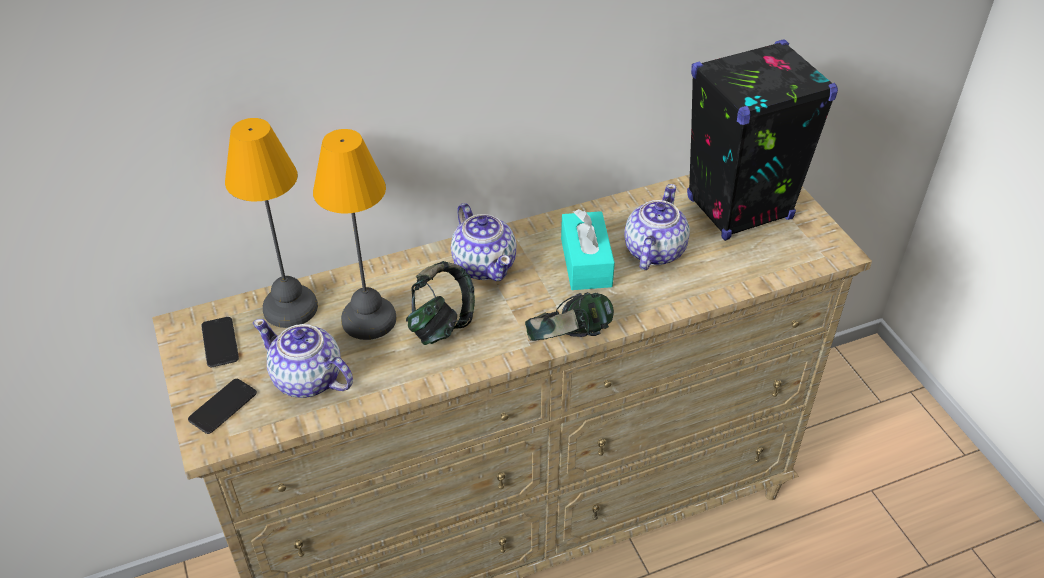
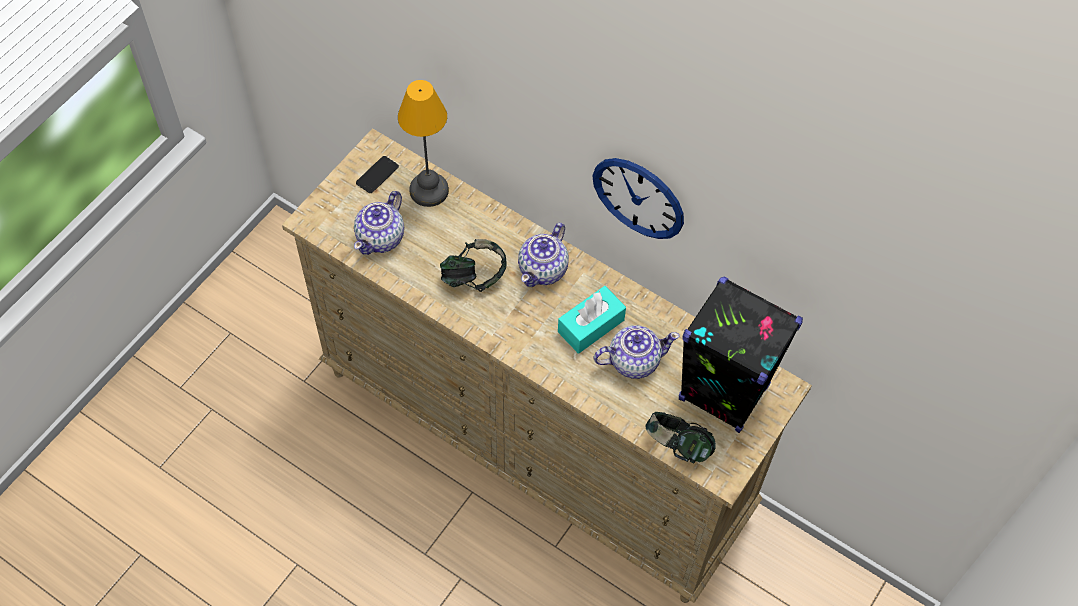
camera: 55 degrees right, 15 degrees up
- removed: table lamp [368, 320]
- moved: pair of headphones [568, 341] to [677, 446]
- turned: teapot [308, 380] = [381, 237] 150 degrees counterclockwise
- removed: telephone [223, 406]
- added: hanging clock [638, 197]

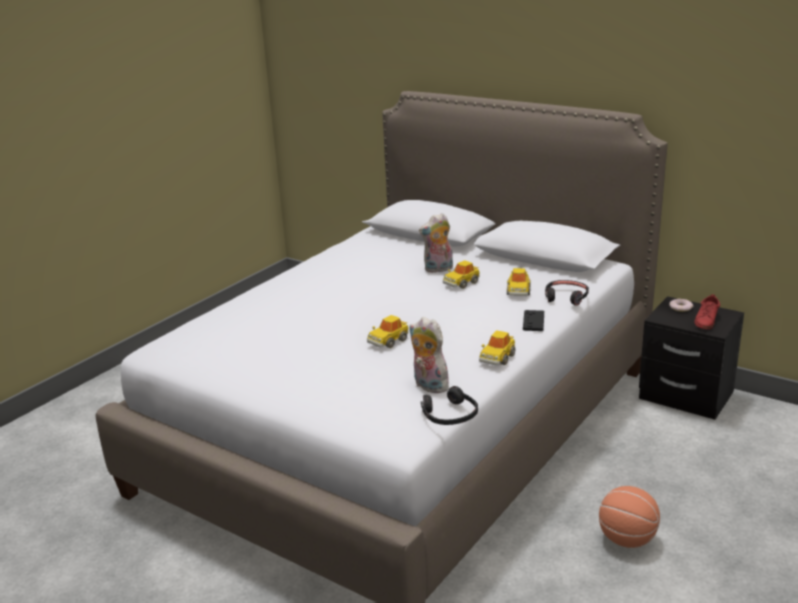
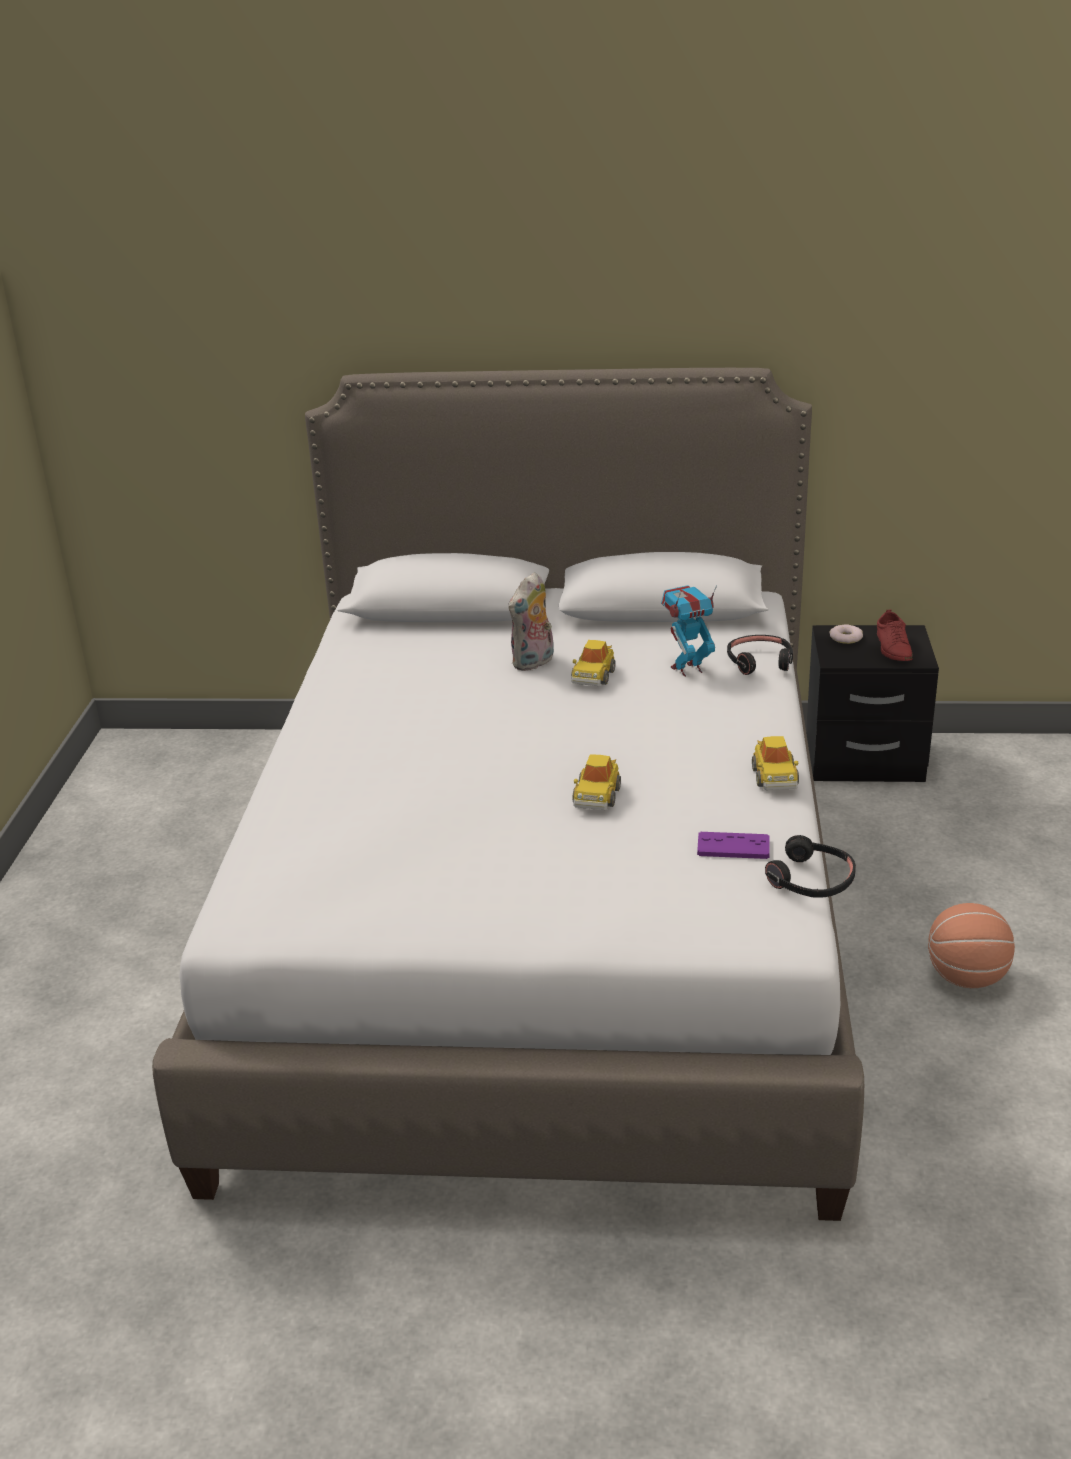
camera: 30 degrees left, 5 degrees up
- replaced: model car [518, 291] to model robot [687, 669]
- removed: black gamepad [533, 321]
- replaced: plush toy [428, 386] to purplish gamepad [733, 847]

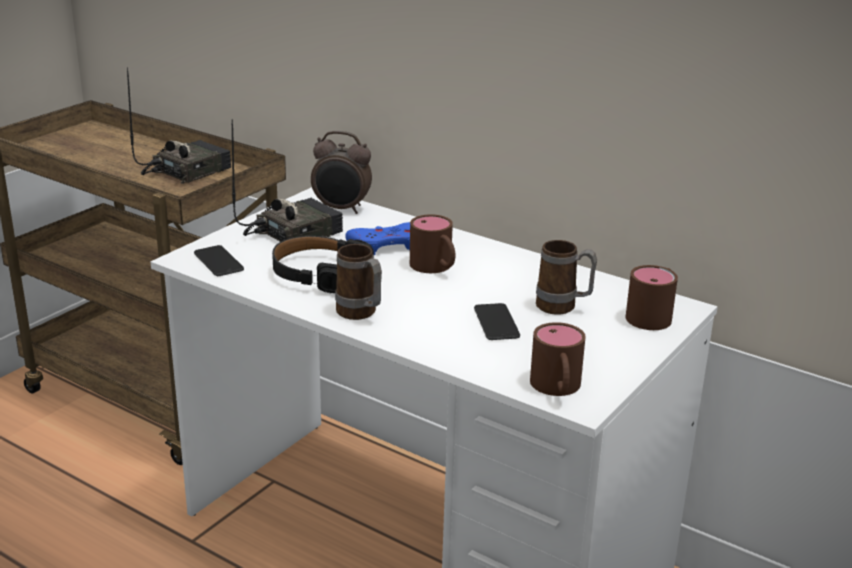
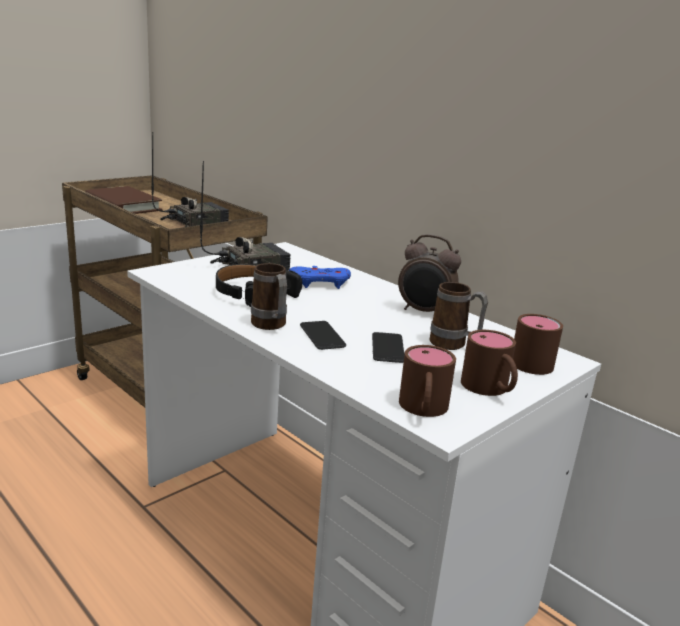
camera: 10 degrees right, 5 degrees down
- moved: bedside clock [341, 209] to [424, 312]
- moved: brownish mug [435, 268] to [490, 389]
- moved: telephone [218, 262] to [322, 336]
- added: brownish book [123, 205]

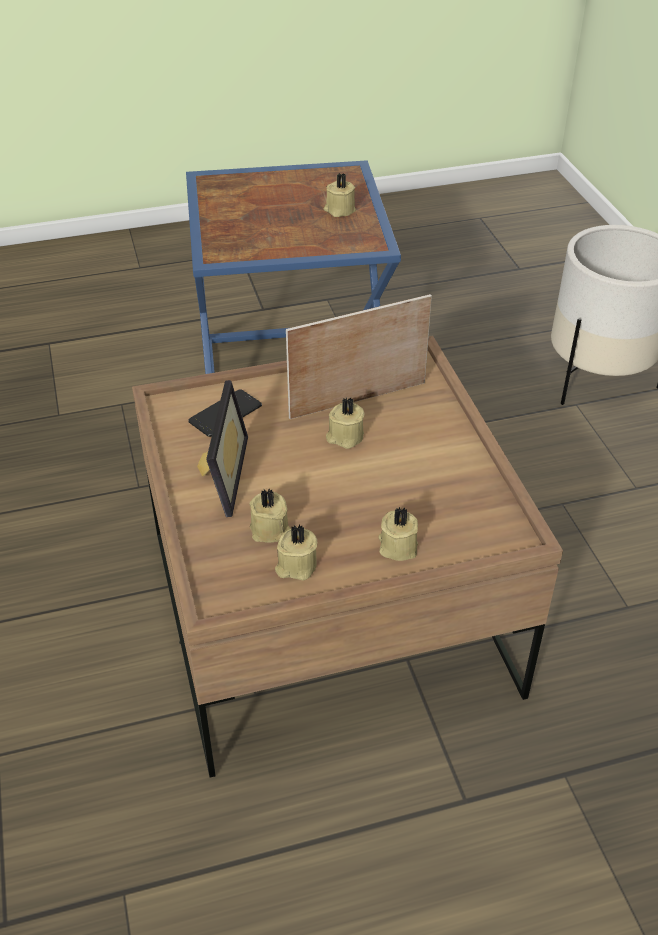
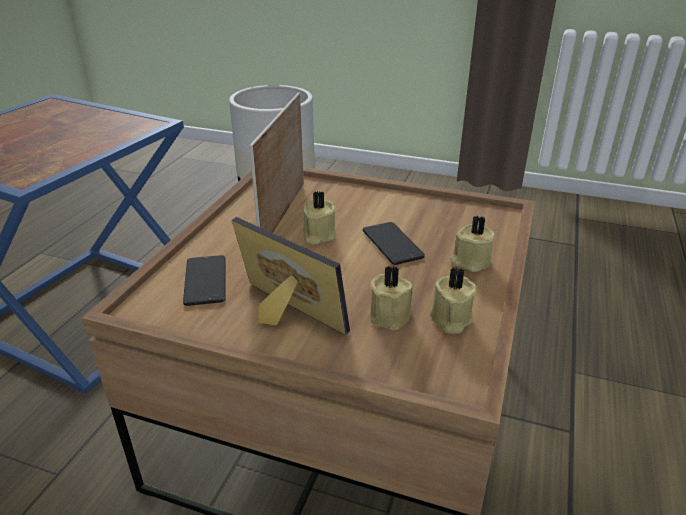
camera: 55 degrees left, 10 degrees down
- removed: beige-coloured candle [339, 210]
- added: telephone [392, 244]

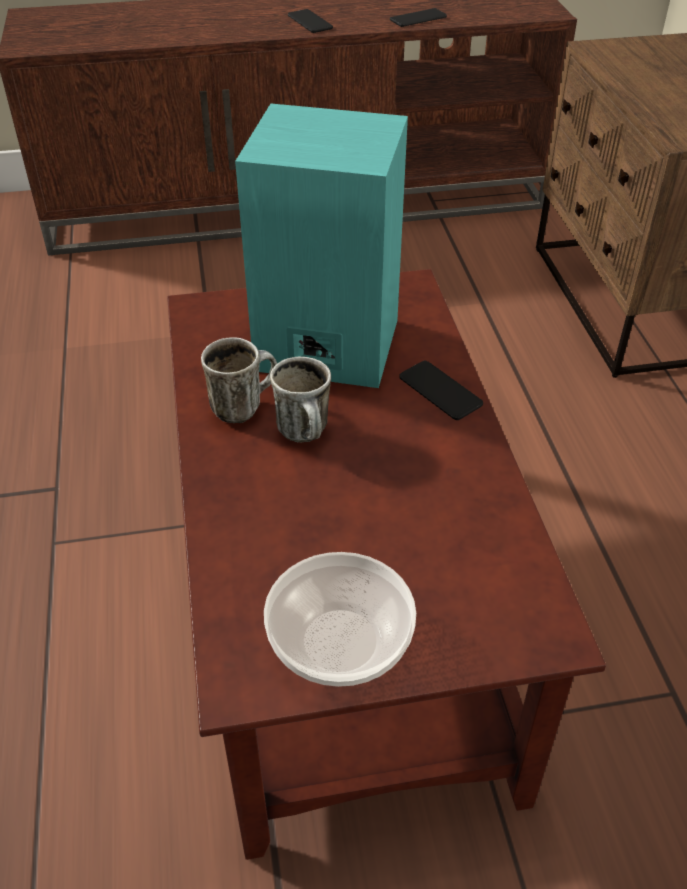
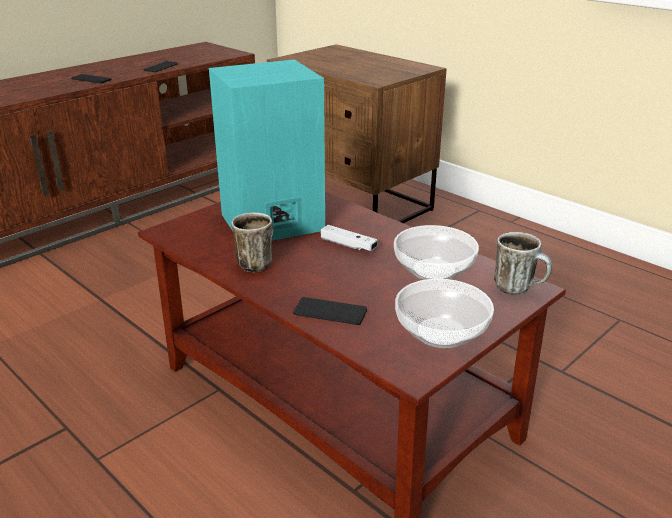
camera: 35 degrees left, 15 degrees down
- moved: mug [307, 435] to [519, 288]
- moved: telephone [440, 391] to [330, 312]
- added: white-coloured gamepad [348, 245]
- added: bowl [433, 269]

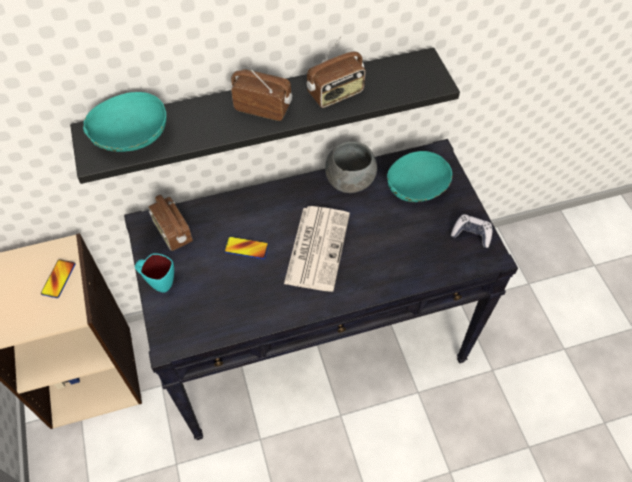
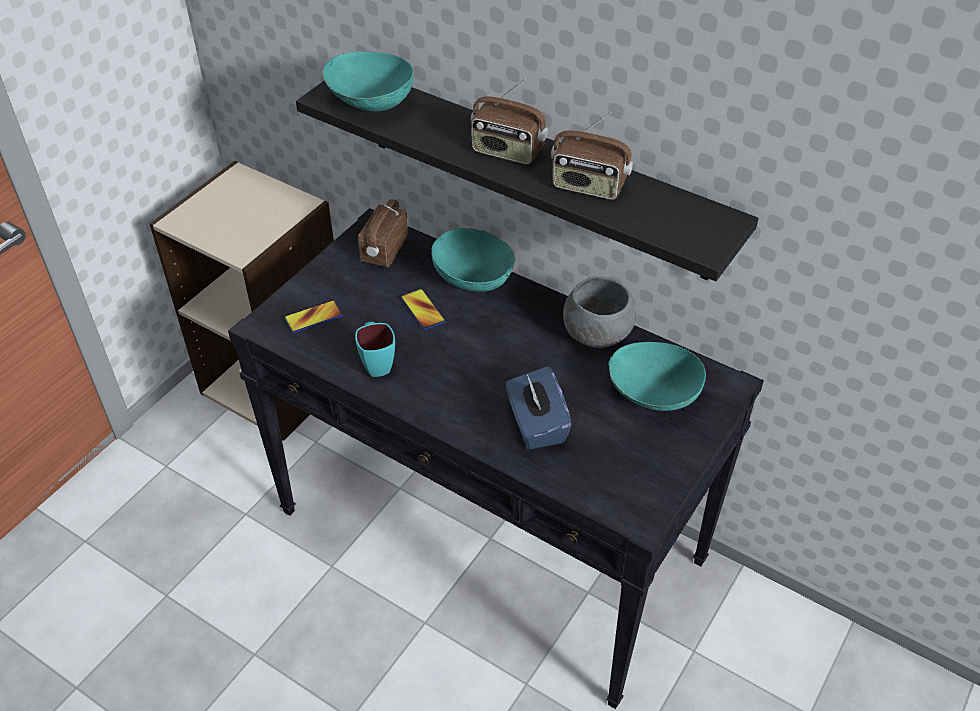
camera: 50 degrees right, 10 degrees down
- turned: radio set [263, 107] = [507, 152] 135 degrees clockwise
- removed: newspaper [317, 247]
- removed: gamepad [471, 234]
- moved: blue-green mug [158, 282] to [376, 363]
- moved: telephone [58, 279] to [314, 317]
- added: blue-green bowl [474, 278]
- added: blue box of tissues [536, 424]

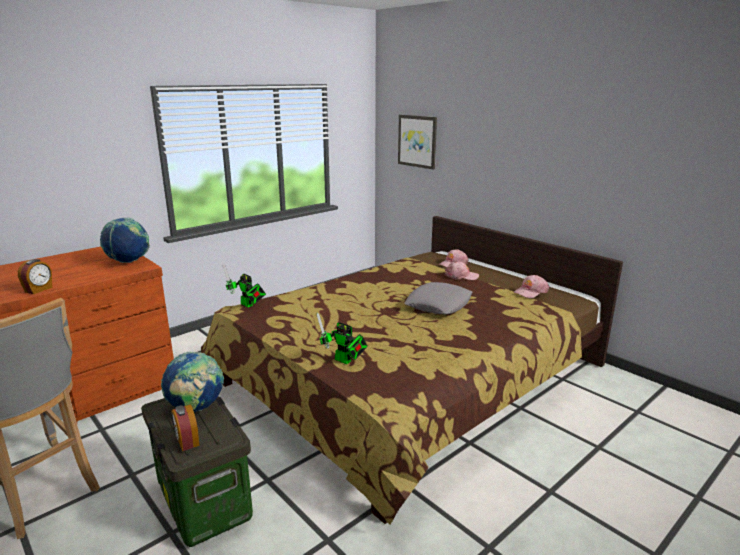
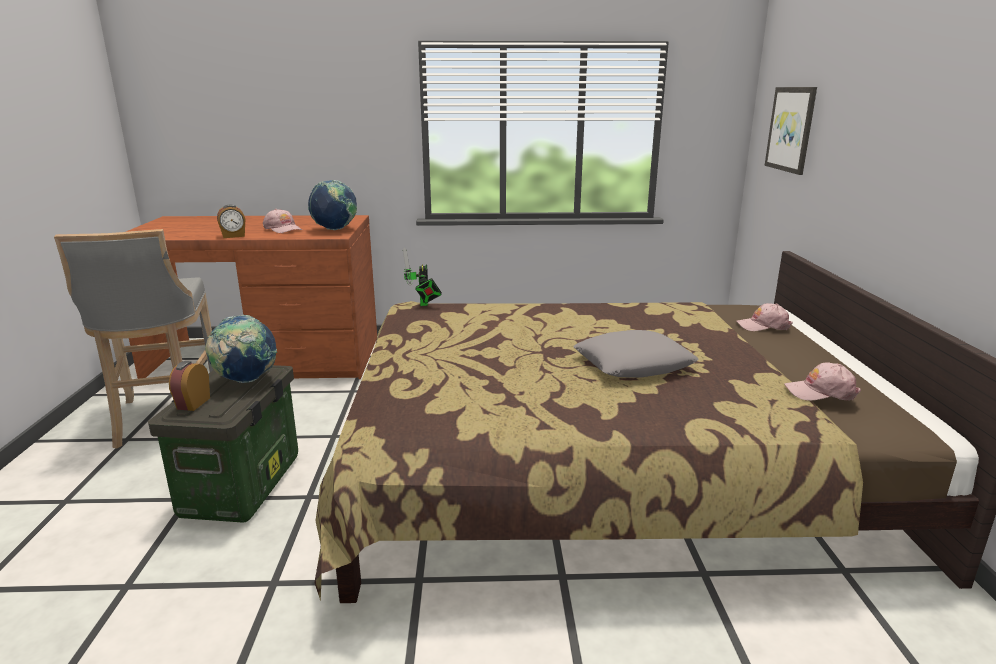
camera: 40 degrees right, 0 degrees up
- moved: pink cap [461, 276] to [283, 229]
- removed: model robot [345, 361]

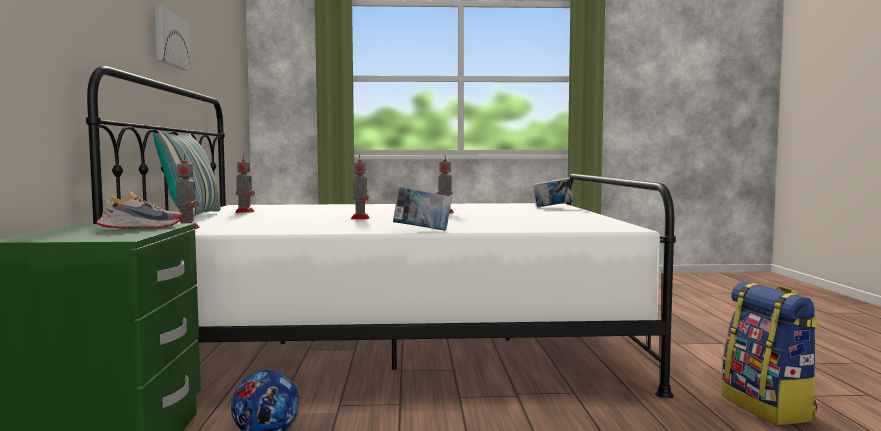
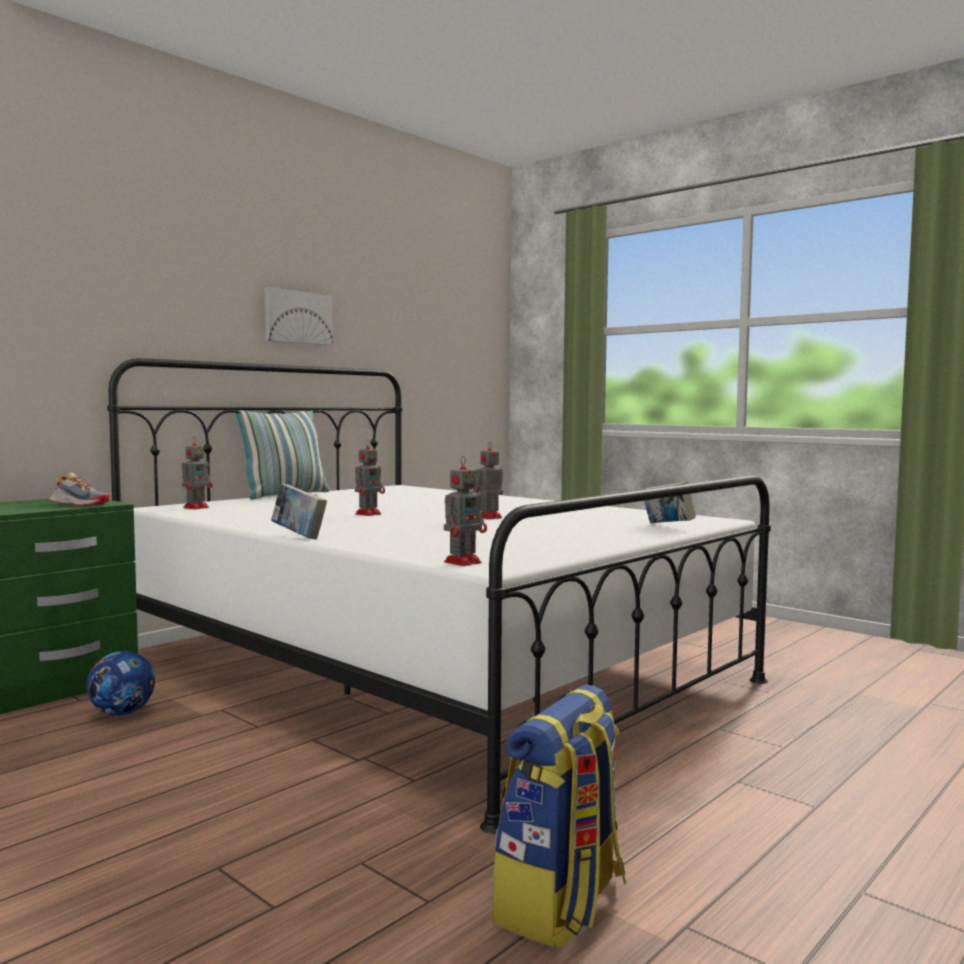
camera: 45 degrees right, 0 degrees up
- moved: model robot [245, 211] to [464, 562]

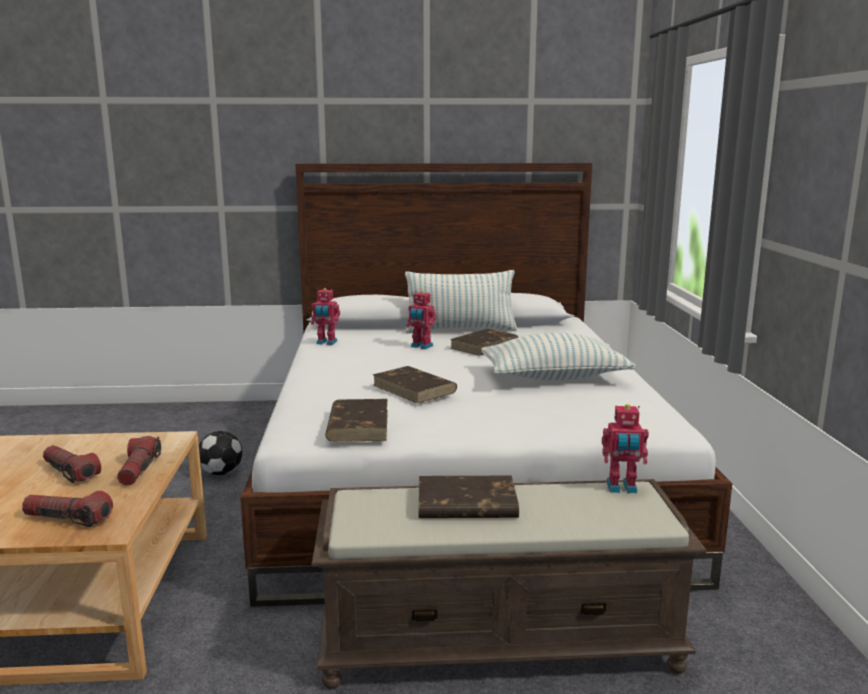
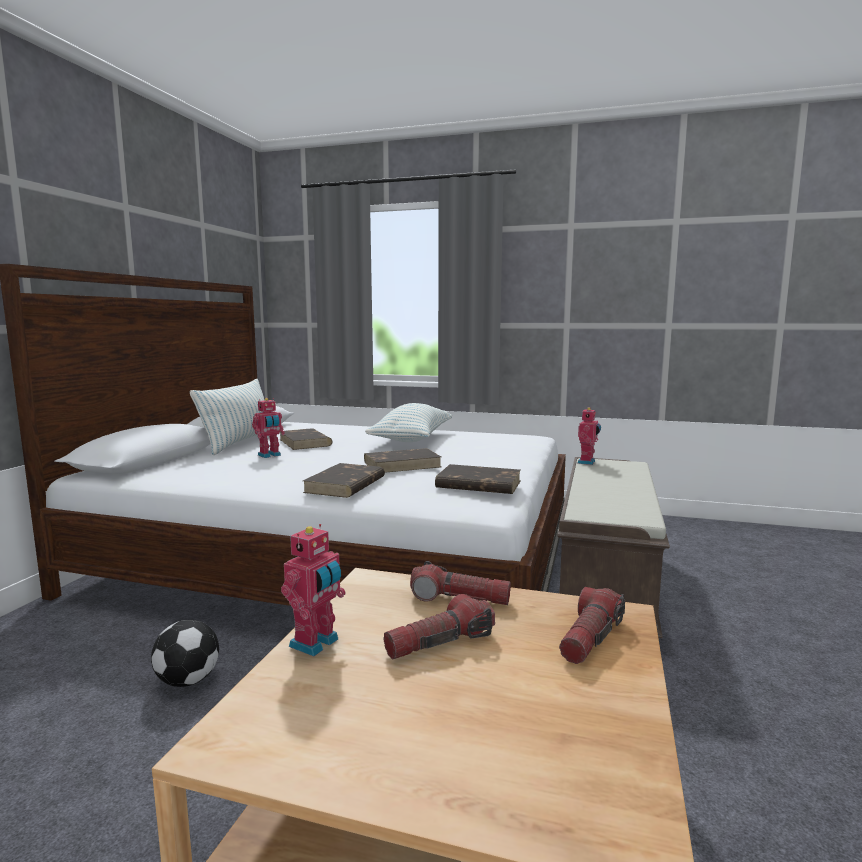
camera: 70 degrees left, 5 degrees down
- moved: model robot [326, 343] to [316, 644]
- moved: brownish book [465, 504] to [345, 485]

